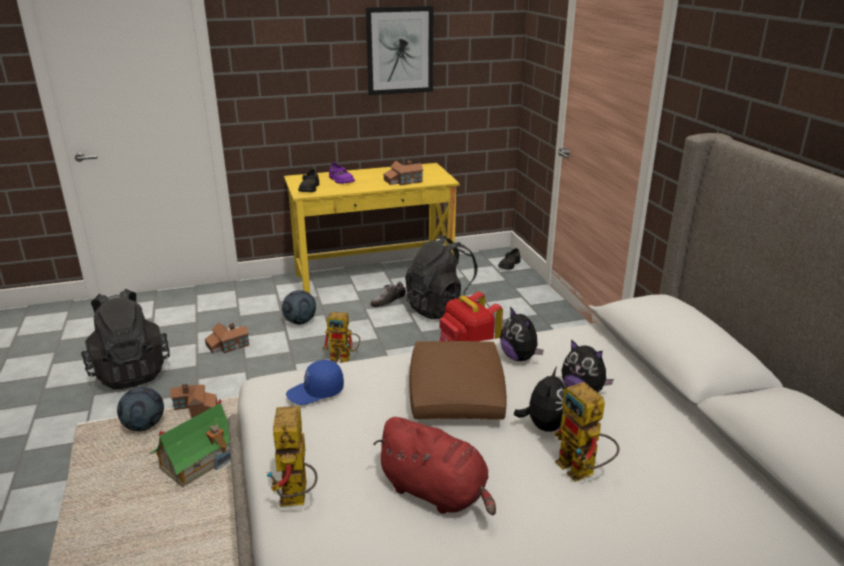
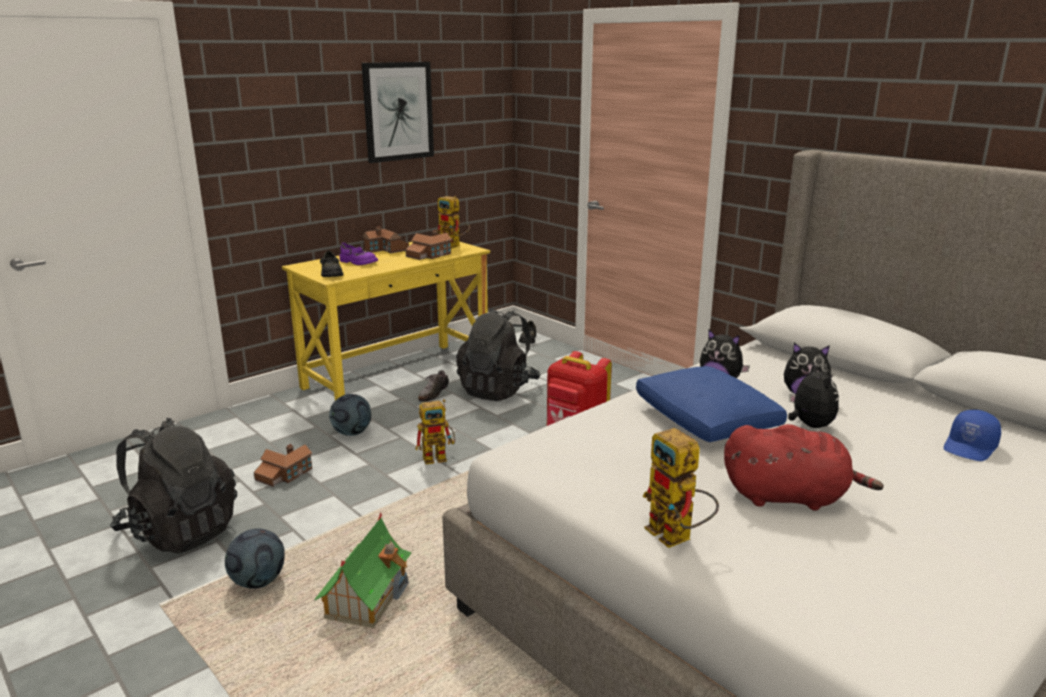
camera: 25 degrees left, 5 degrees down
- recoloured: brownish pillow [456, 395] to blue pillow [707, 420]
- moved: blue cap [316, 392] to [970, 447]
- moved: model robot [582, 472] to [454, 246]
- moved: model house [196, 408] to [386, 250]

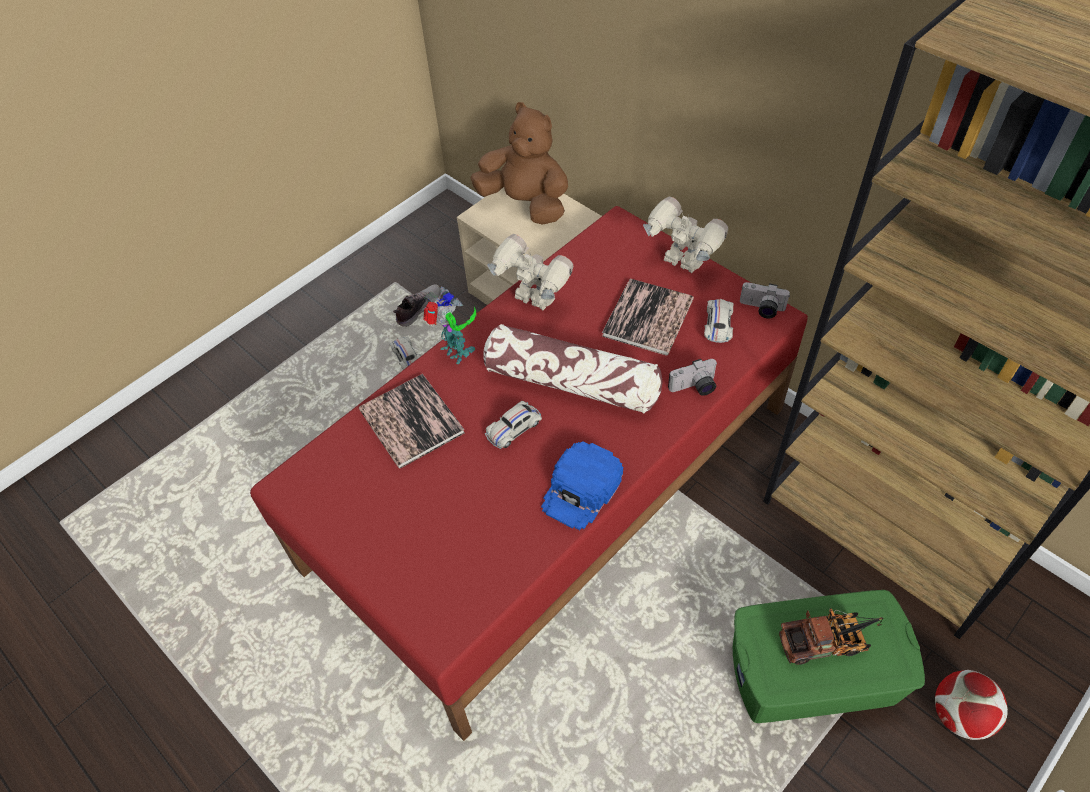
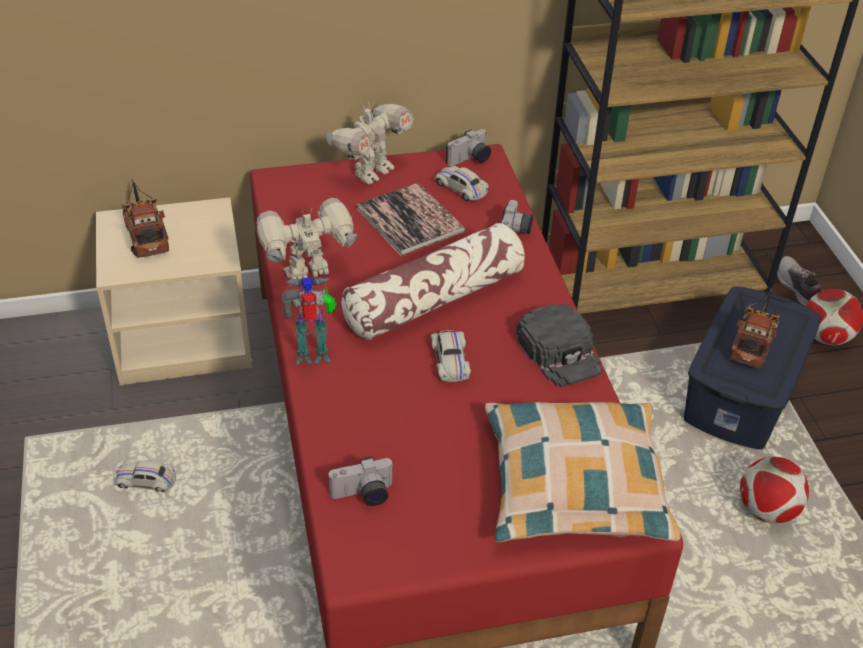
camera: 60 degrees left, 10 degrees down
- replaced: brownish plush toy [526, 203] to toy lorry [146, 233]
- turned: model robot [681, 264] = [371, 172] 150 degrees clockwise
- moved: low shoe [418, 309] to [797, 288]
- removed: book [411, 421]
- recoloured: blue cap [582, 490] to black cap [560, 351]
- recoloured: green-coloured storage bin [813, 673] to blue storage bin [743, 392]
- added: pillow [575, 484]
- added: photo camera [363, 495]
- added: ball for football [767, 510]

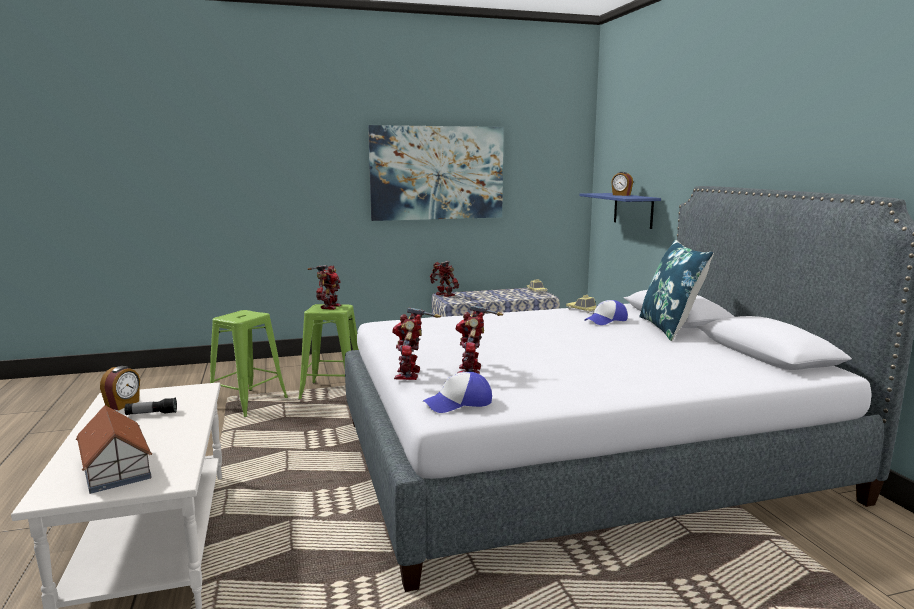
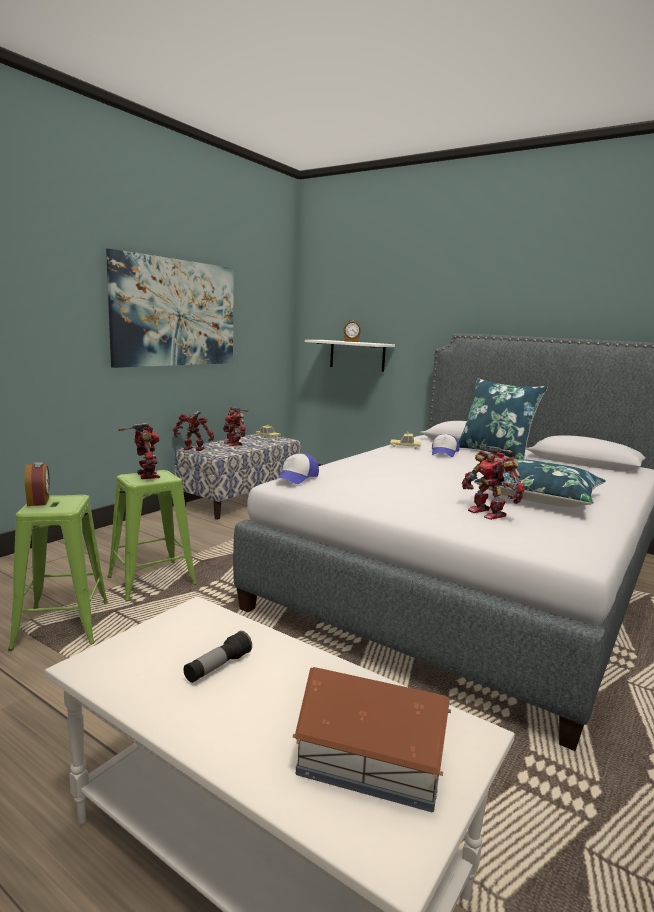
camera: 40 degrees left, 0 degrees up
- recoloured: blue wall shelf [633, 210] to white-coloured wall shelf [357, 355]
- moved: model robot [410, 374] to [234, 443]
- moved: bedside clock [123, 404] to [39, 501]
- moved: cap [459, 403] to [297, 478]
- added: blue pillow [539, 497]

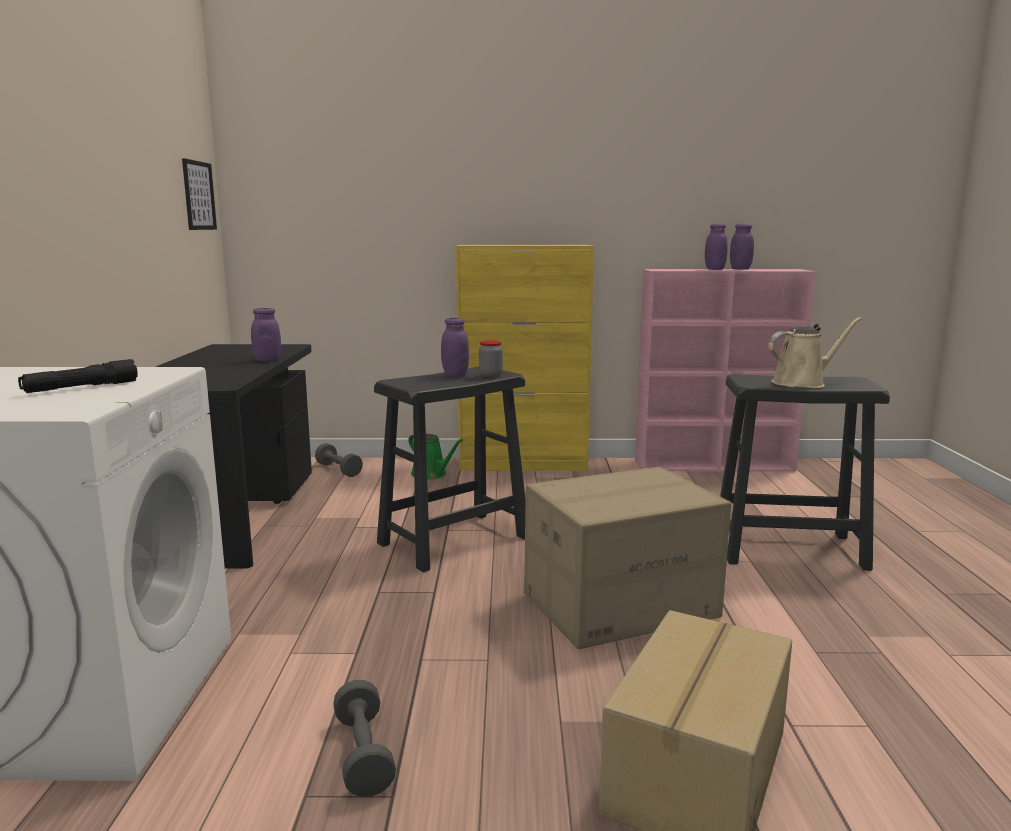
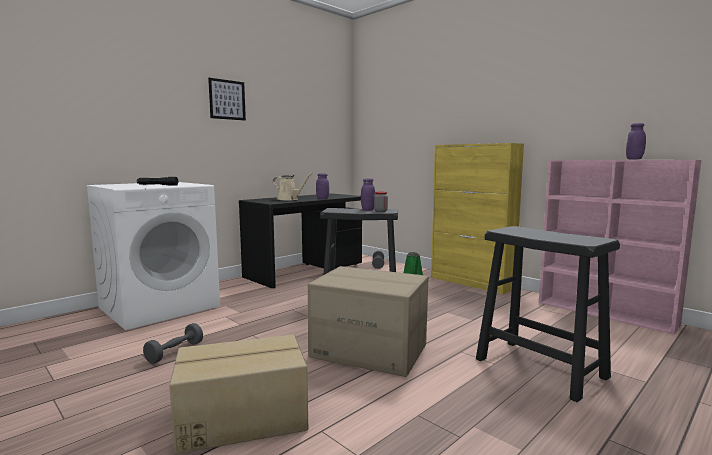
camera: 45 degrees right, 5 degrees down
- moved: picture [199, 195] to [227, 99]
- removed: purplish jar [714, 269]
- moved: beige-coloured watering can [802, 383] to [289, 199]

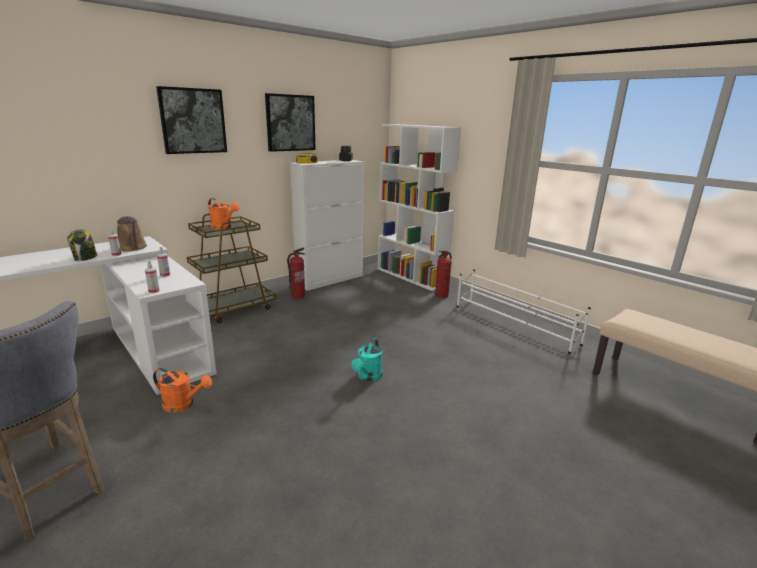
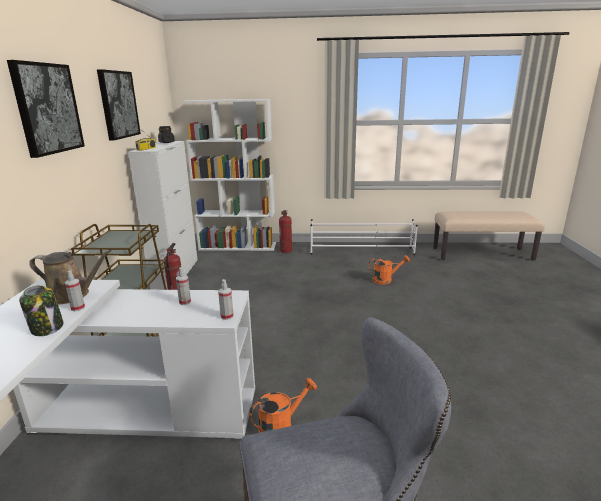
camera: 45 degrees left, 0 degrees up
- moved: orange-coloured watering can [224, 227] to [385, 280]
- removed: blue-green watering can [368, 377]

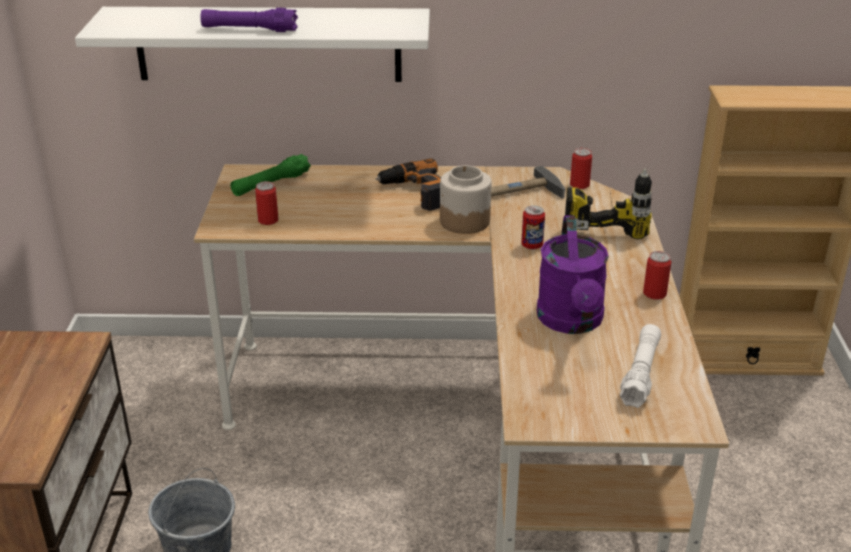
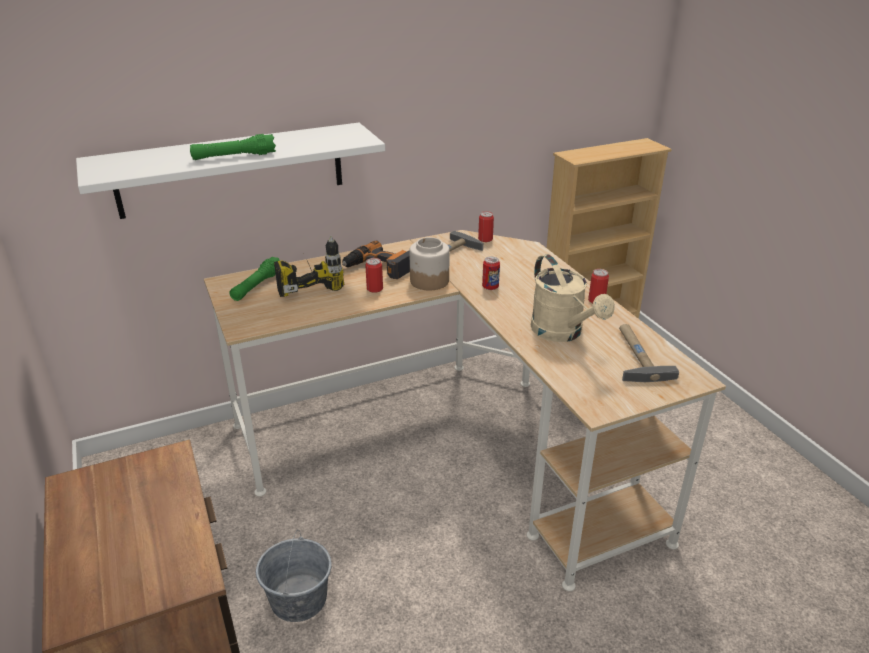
camera: 25 degrees left, 0 degrees up
- recoloured: purplish torch [249, 29] to green-coloured torch [234, 156]
- moved: drill [604, 220] to [307, 282]
- moved: metal can [268, 220] to [375, 289]
- recoloured: purplish watering can [572, 322] to beige-coloured watering can [562, 333]
- replaced: white-coloured torch [641, 373] to tool hammer [635, 355]

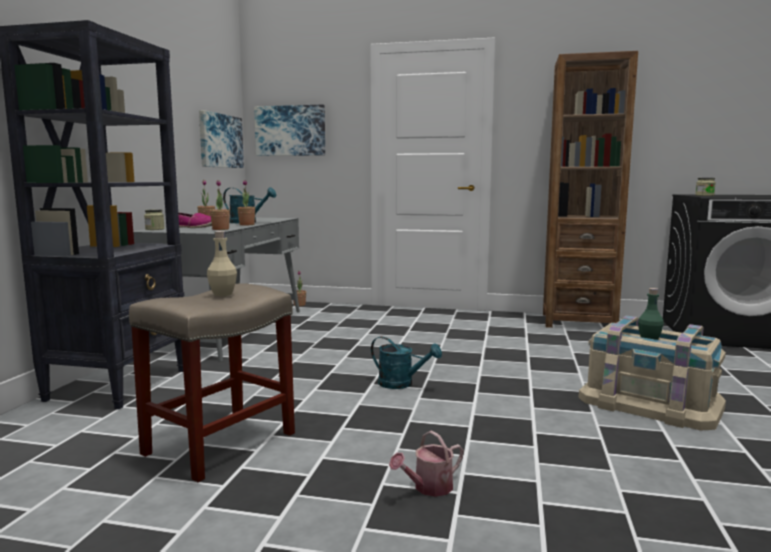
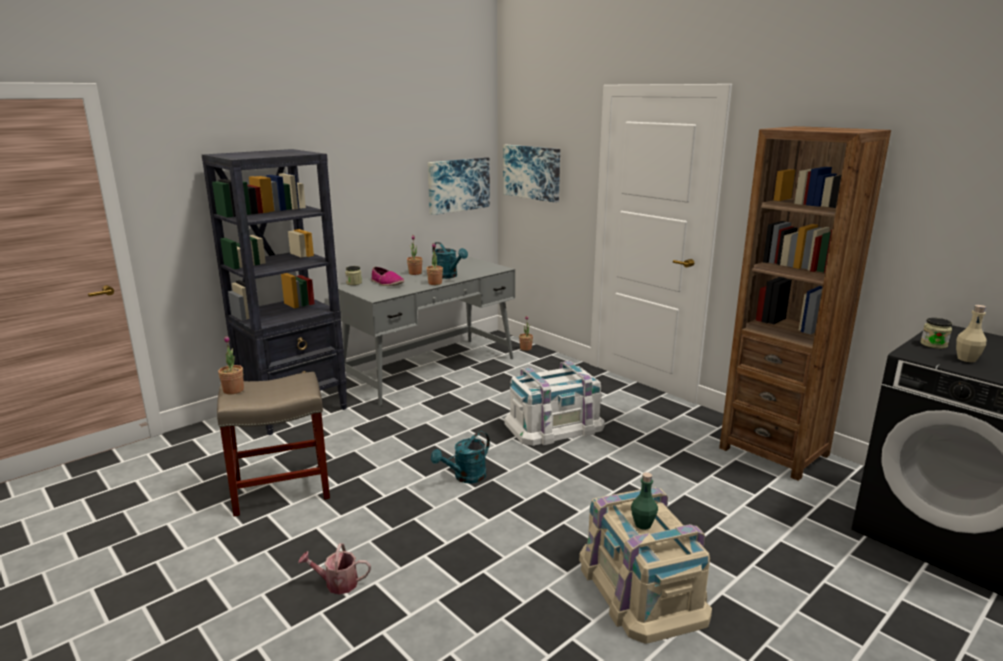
camera: 35 degrees right, 10 degrees up
- moved: plant in a pot [220, 229] to [233, 390]
- moved: beige-coloured bottle [223, 294] to [966, 359]
- turned: blue-green watering can [402, 384] = [465, 477] 75 degrees clockwise
- added: white-coloured storage bin [554, 425]

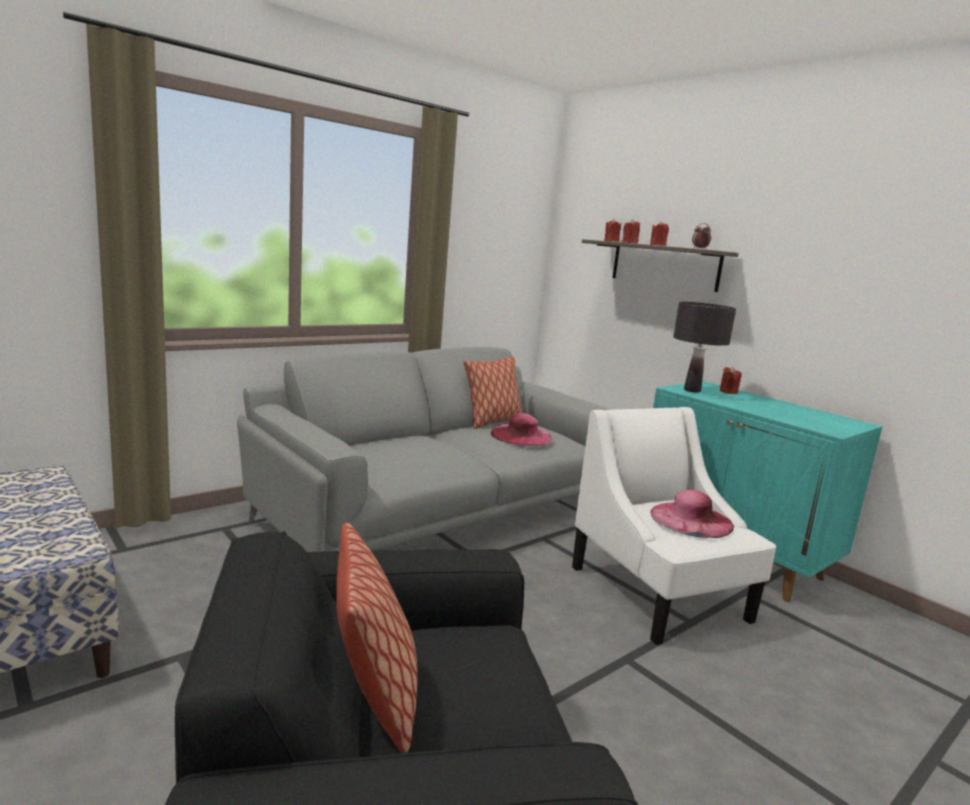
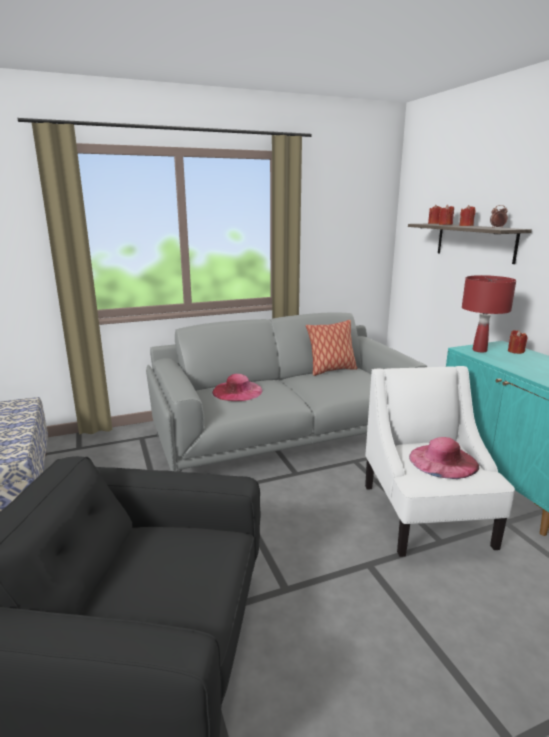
camera: 20 degrees right, 5 degrees up
- recoloured: black table lamp [692, 390] to reddish table lamp [479, 350]
- moved: pink clothing hat [521, 435] to [237, 391]
- removed: pillow [373, 697]

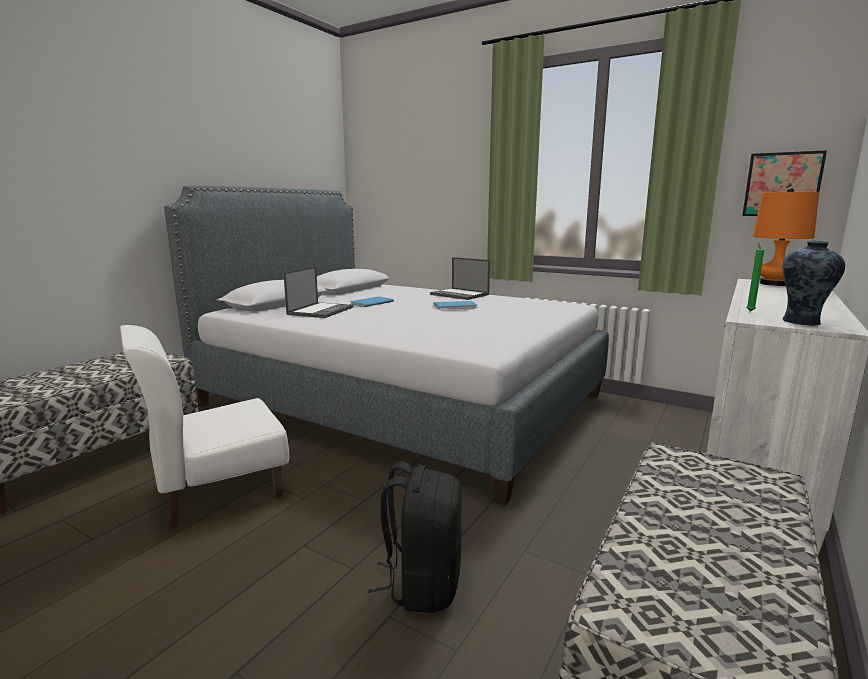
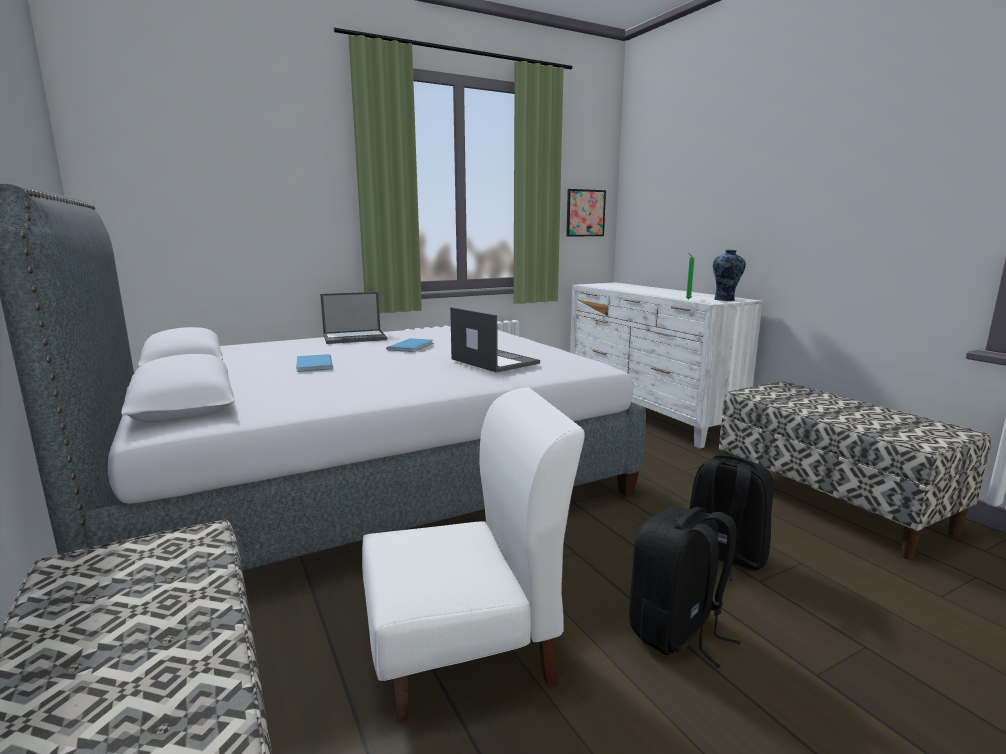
camera: 60 degrees left, 0 degrees up
- removed: orange-coloured table lamp [774, 284]
- moved: notebook computer [321, 310] to [493, 361]
- turned: white-coloured upright chair [217, 490] = [464, 652] 105 degrees counterclockwise
- added: black knapsack [677, 631]

